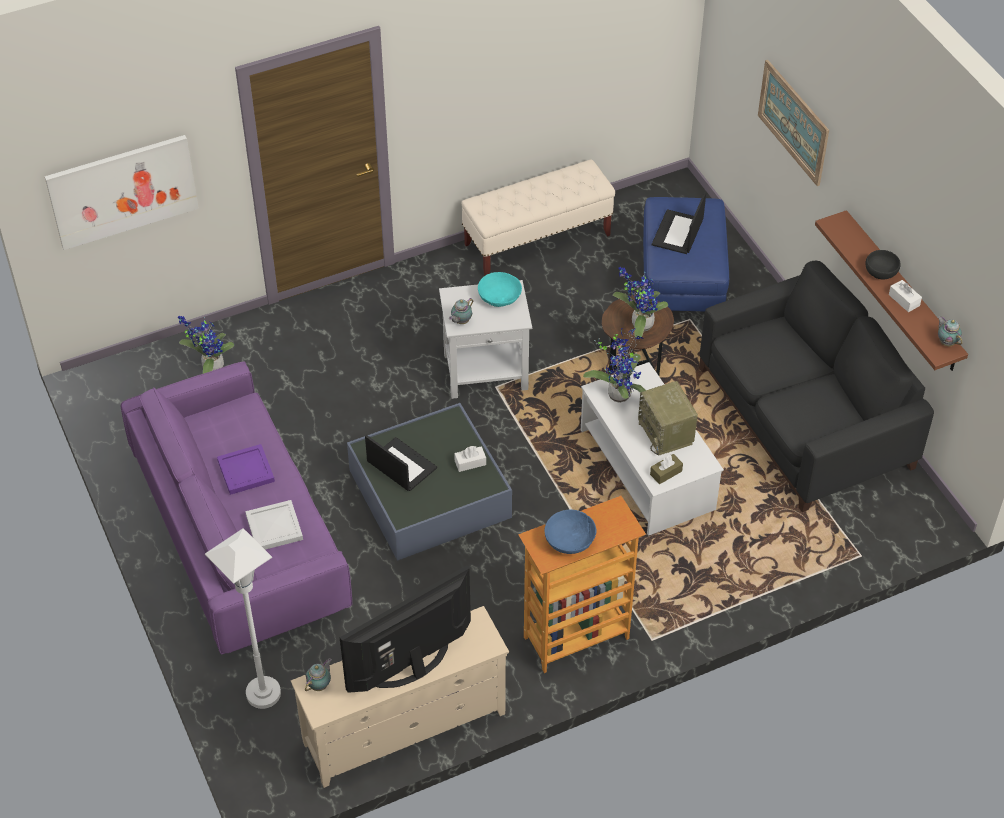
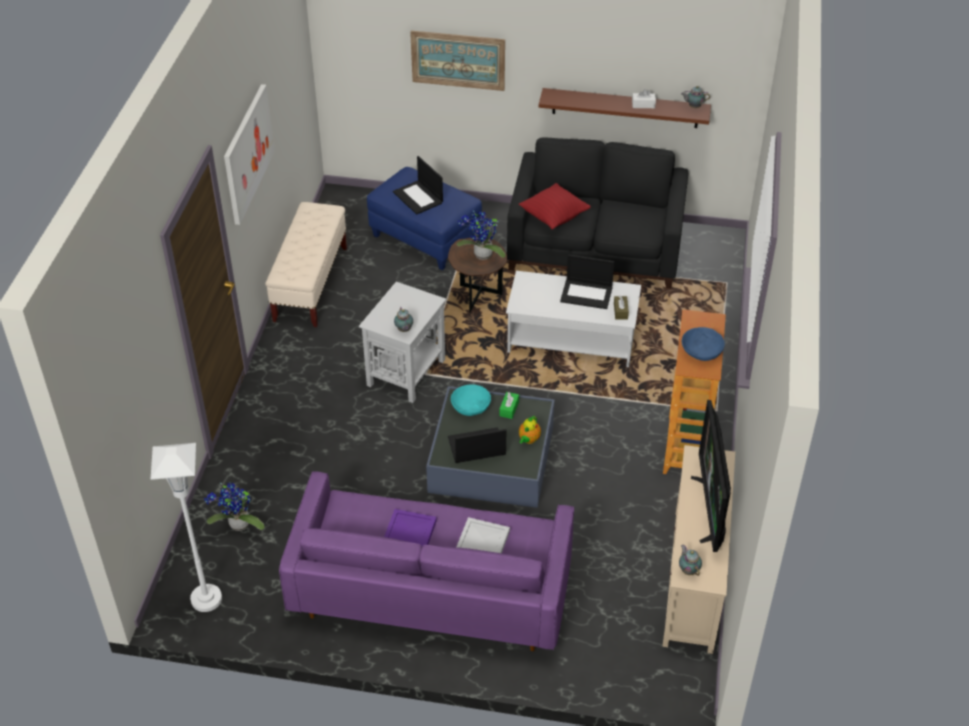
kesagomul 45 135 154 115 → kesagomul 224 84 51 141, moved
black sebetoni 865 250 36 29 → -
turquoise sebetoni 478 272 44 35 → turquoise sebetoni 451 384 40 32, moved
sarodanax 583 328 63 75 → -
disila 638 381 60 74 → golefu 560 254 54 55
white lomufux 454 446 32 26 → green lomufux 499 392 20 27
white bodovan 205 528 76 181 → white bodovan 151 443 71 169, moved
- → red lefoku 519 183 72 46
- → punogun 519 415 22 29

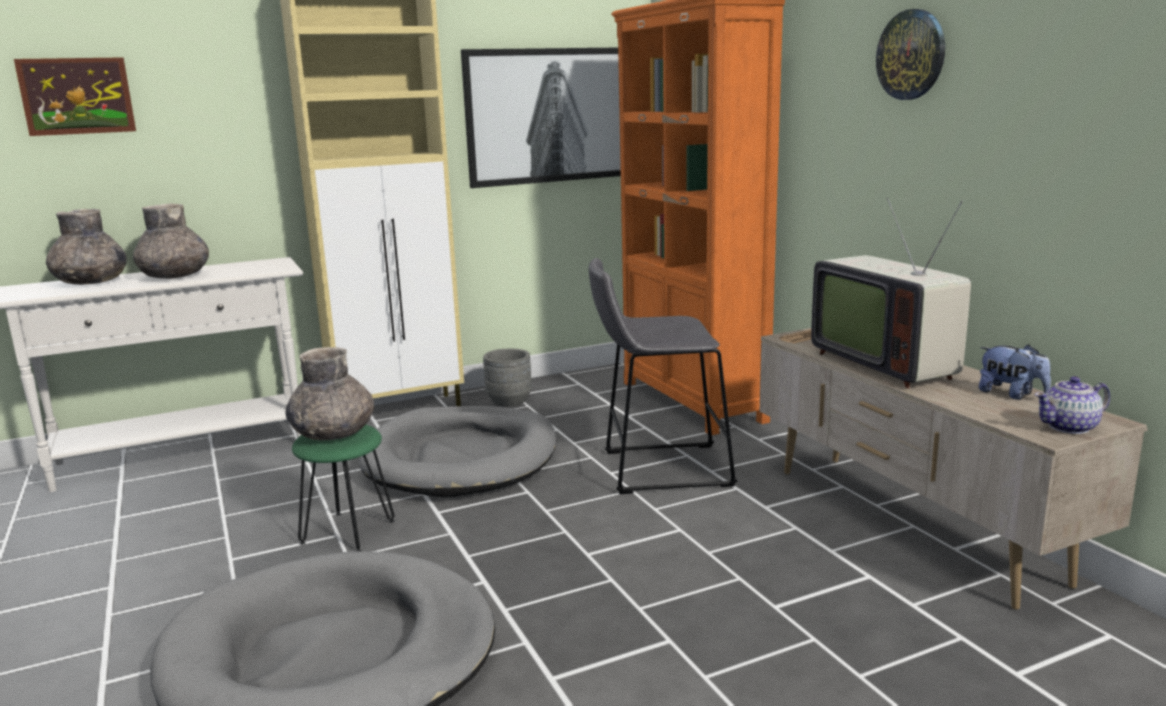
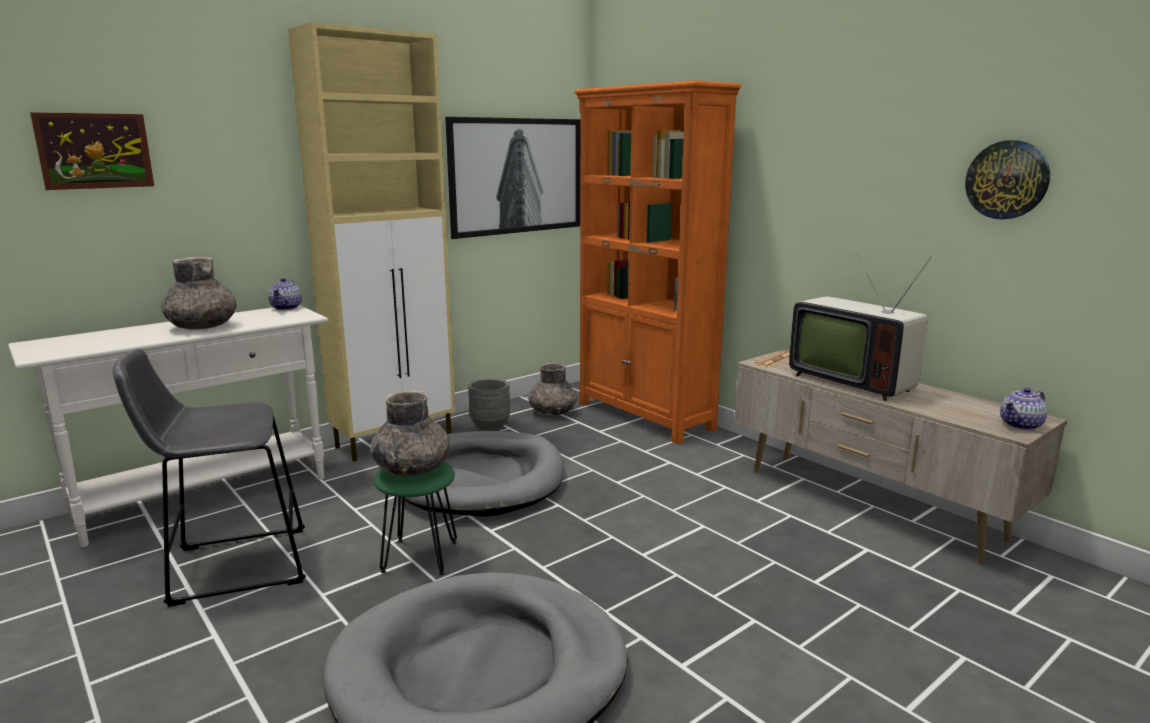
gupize 876 9 69 91 → gupize 965 140 85 80, moved
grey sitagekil 46 209 81 76 → grey sitagekil 528 363 49 52, moved
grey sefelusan 589 258 148 236 → grey sefelusan 113 349 193 258, moved
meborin 979 344 72 56 → -
- → punogun 268 278 34 32

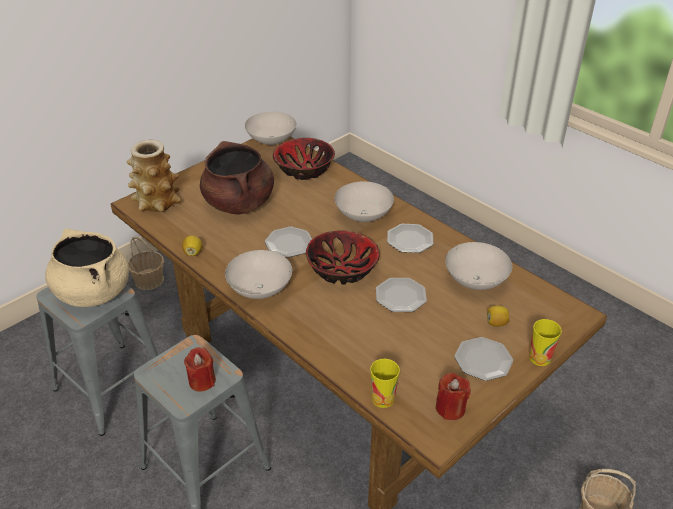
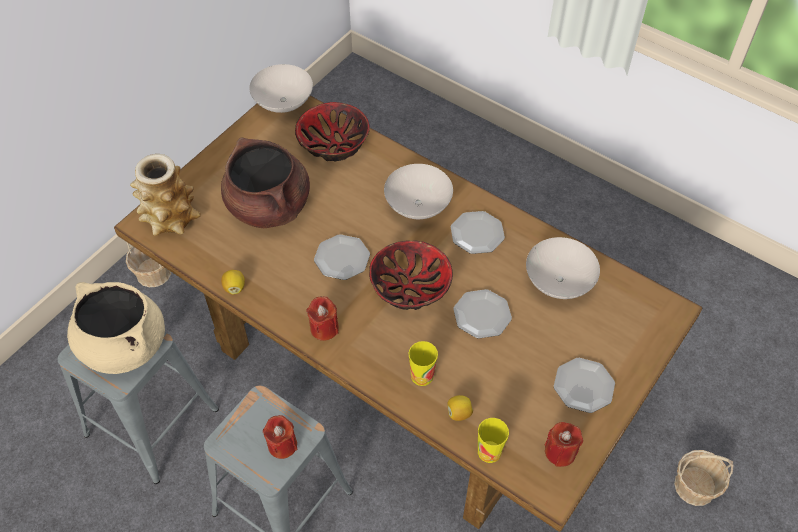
white sebetoni 225 250 67 49 → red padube 307 297 32 44
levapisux 487 305 23 22 → levapisux 447 395 26 26, moved
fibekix 529 319 33 47 → fibekix 408 341 30 45, moved

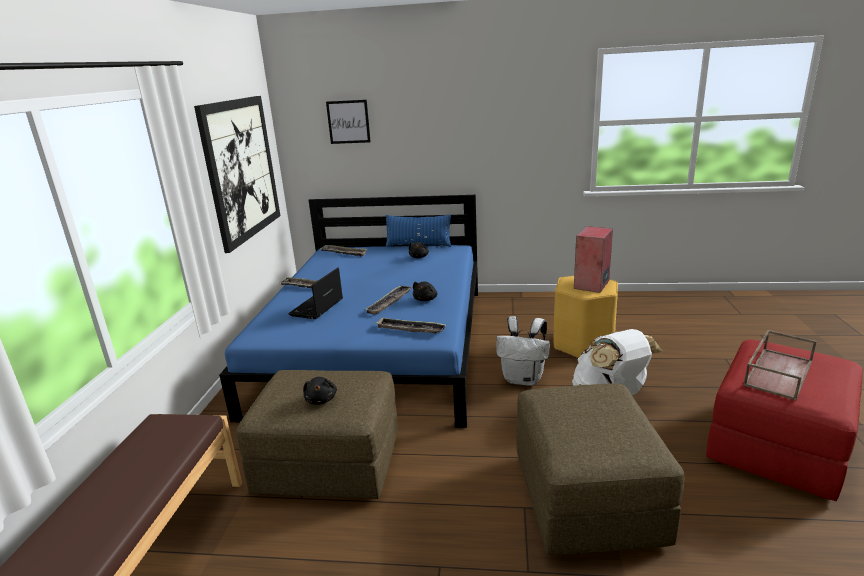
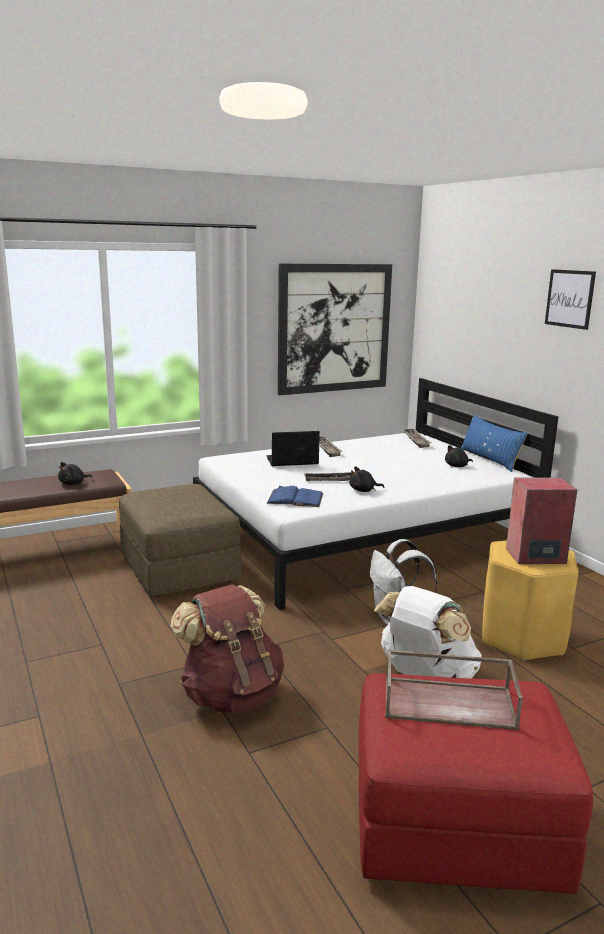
kesagomul 326 100 45 44 → kesagomul 545 269 51 61, moved
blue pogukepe 219 195 259 233 → white pogukepe 193 378 365 232
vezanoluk 375 317 71 17 → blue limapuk 267 486 56 21
black meborin 303 377 34 28 → black meborin 58 462 34 23, moved
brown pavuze 516 383 168 172 → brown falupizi 170 584 114 129

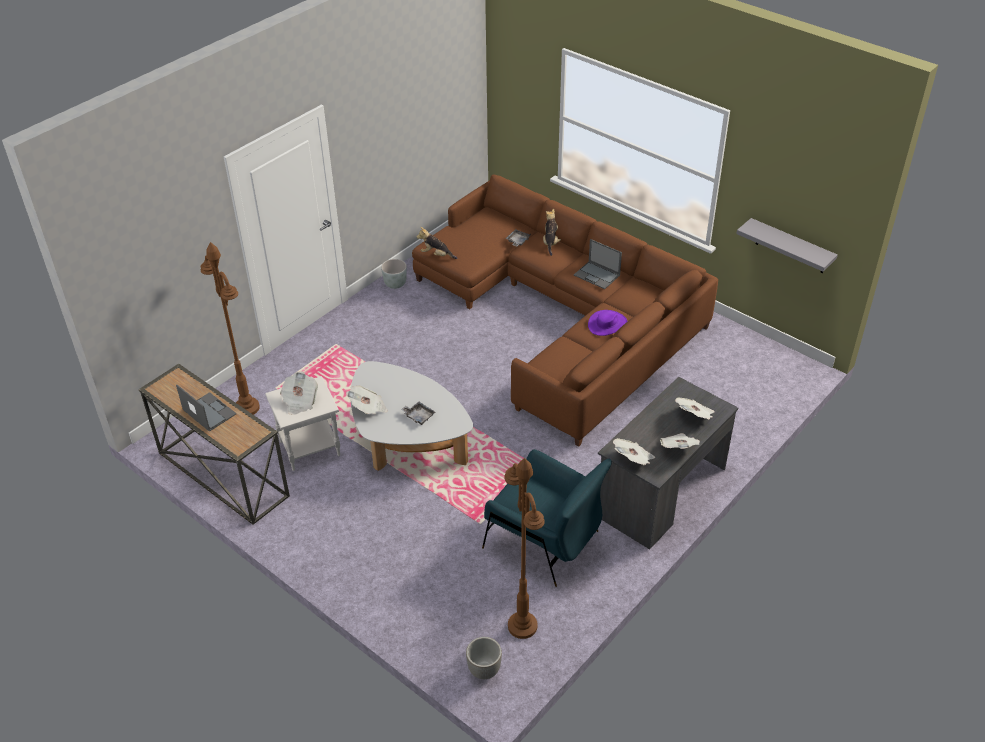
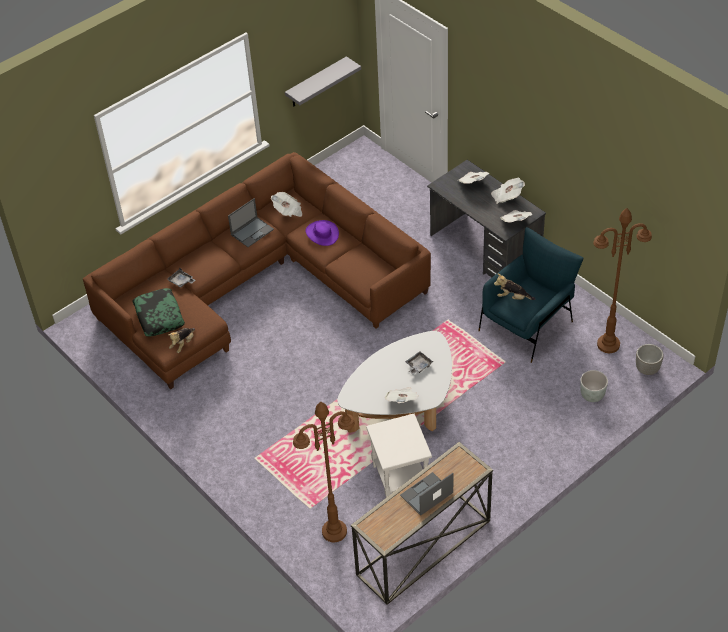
meborin 543 209 18 47 → meborin 494 274 41 26, moved
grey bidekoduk 381 259 26 30 → grey bidekoduk 580 370 28 32, moved
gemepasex 280 372 38 43 → gemepasex 271 192 31 25, moved
- → lefoku 132 288 53 49

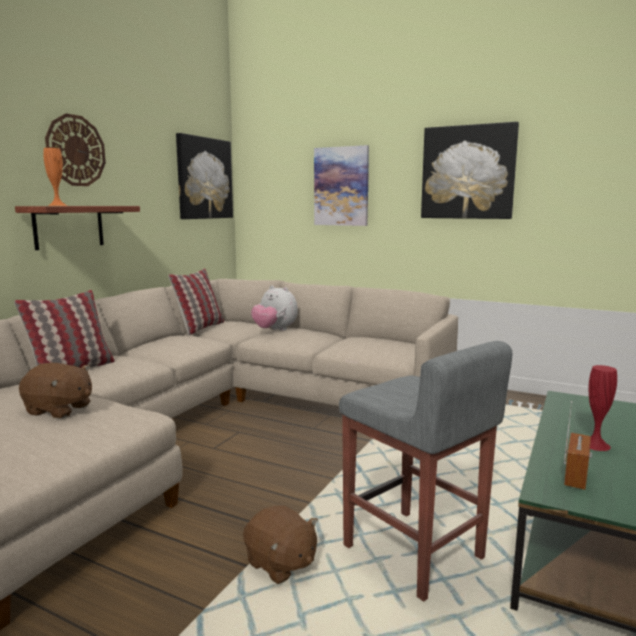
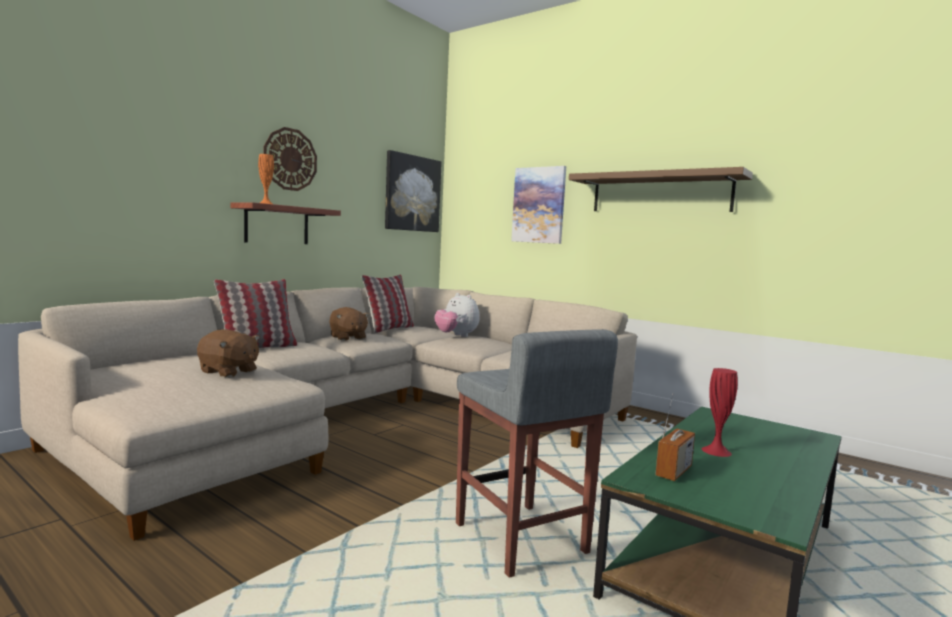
kesagomul 421 122 98 97 → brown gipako 569 167 184 45
brown meborin 243 505 75 79 → brown meborin 329 307 41 34, moved

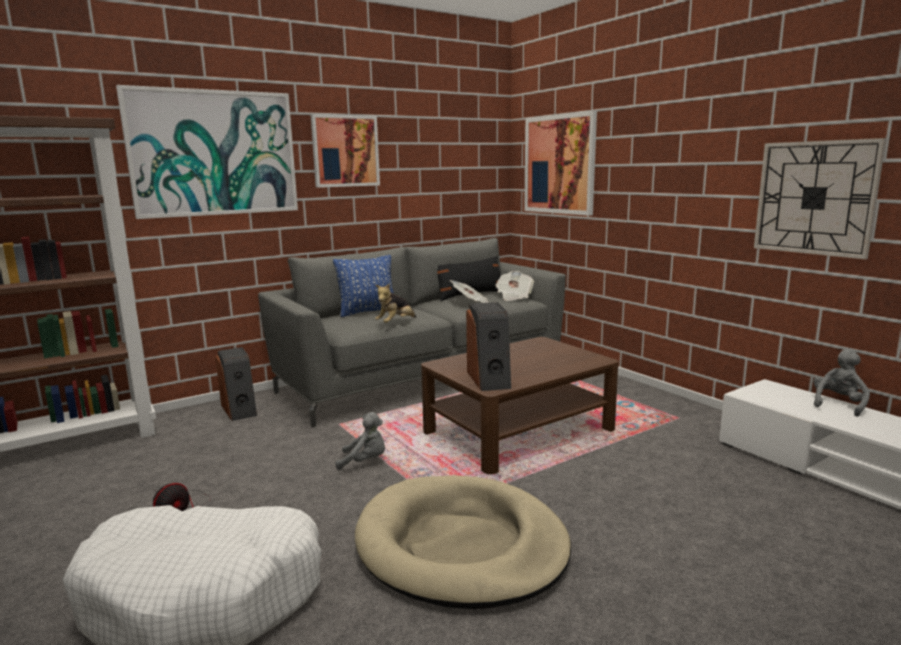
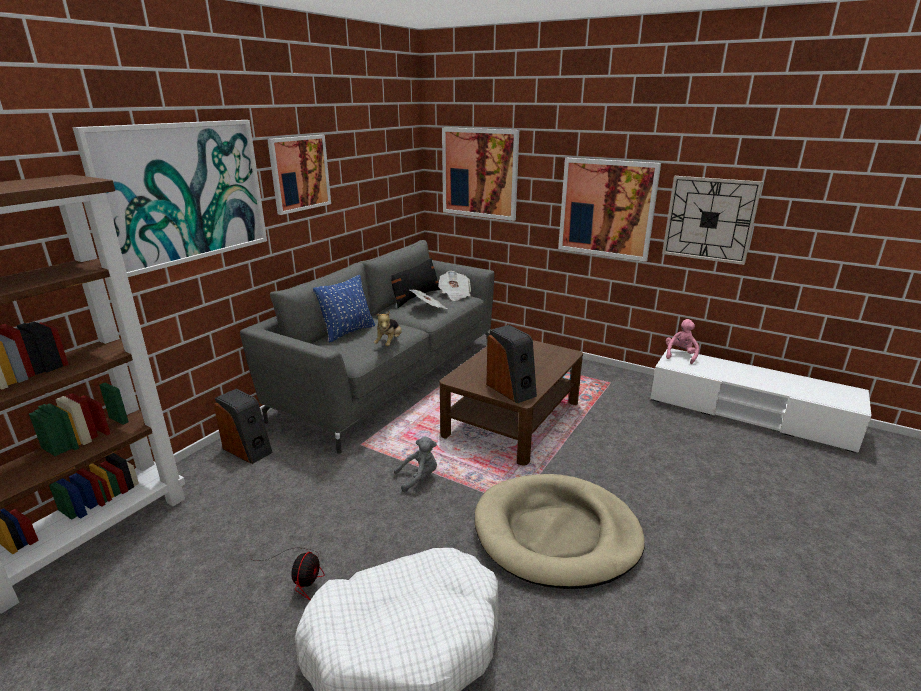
grey meborin 813 349 57 68 → -
- → kesagomul 558 158 103 104
- → pink meborin 666 319 34 45

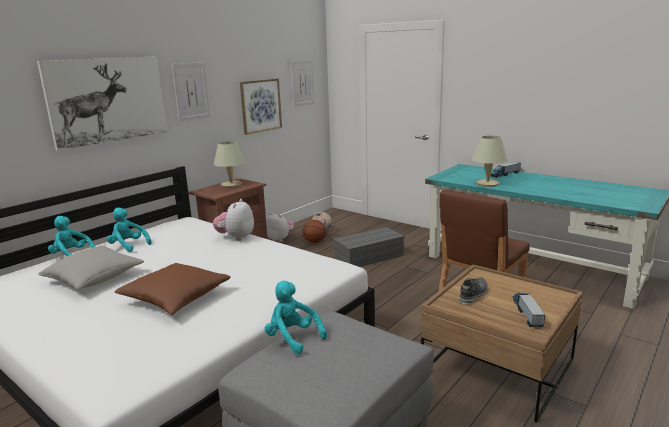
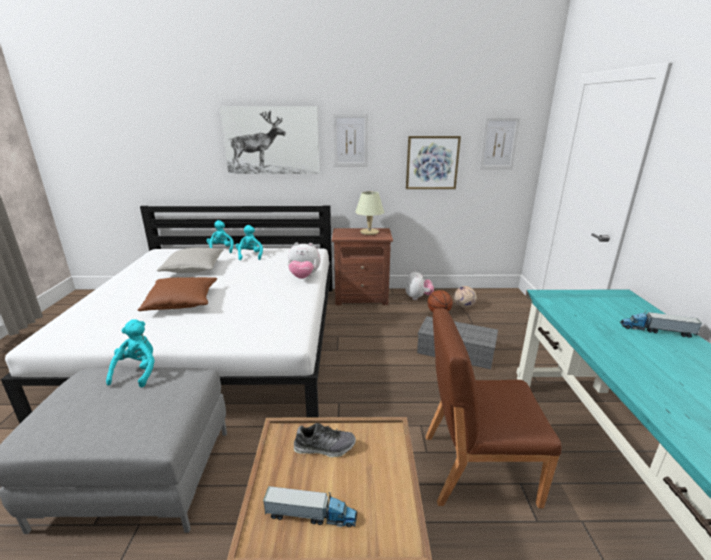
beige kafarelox 472 136 35 51 → -
meborin 213 199 41 42 → meborin 288 243 33 36, 150 degrees counterclockwise
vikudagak 513 293 32 34 → vikudagak 263 486 94 41, 45 degrees clockwise

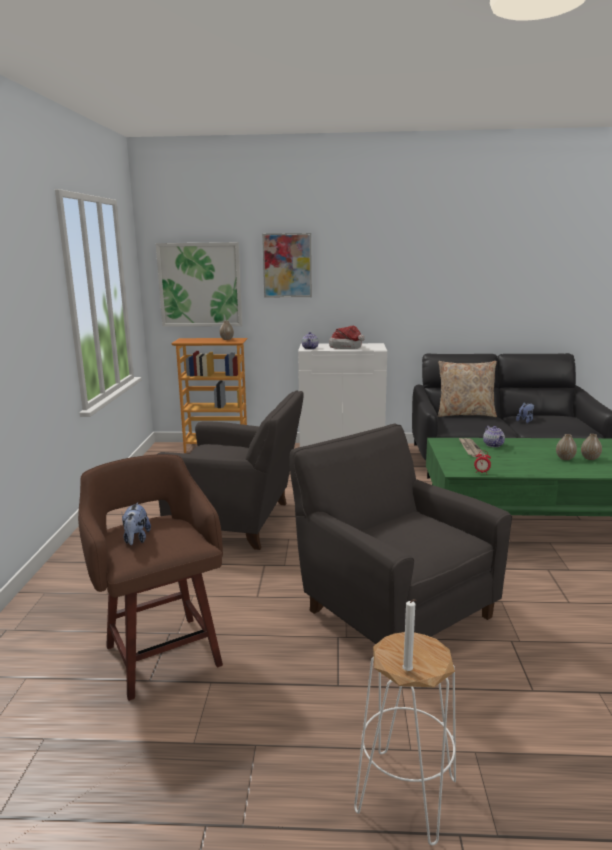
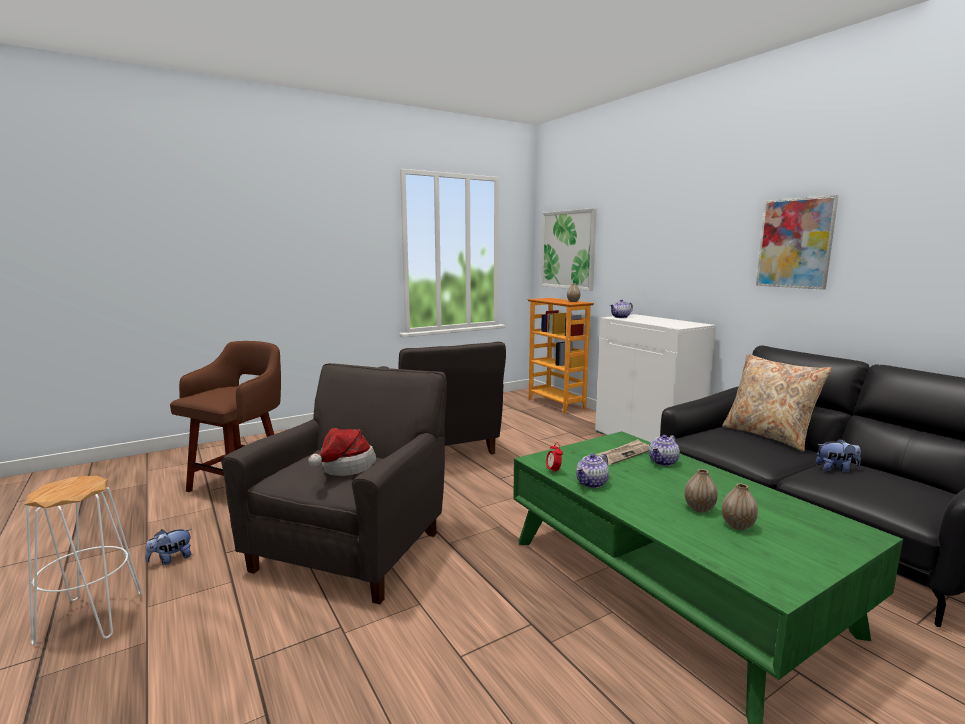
kesagomul 262 233 50 64 → kesagomul 756 195 83 95, moved
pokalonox 329 326 36 23 → pokalonox 308 428 68 48, moved
meborin 122 502 29 43 → meborin 145 529 47 36, moved
white padube 402 599 15 72 → -
- → punogun 576 454 33 34

